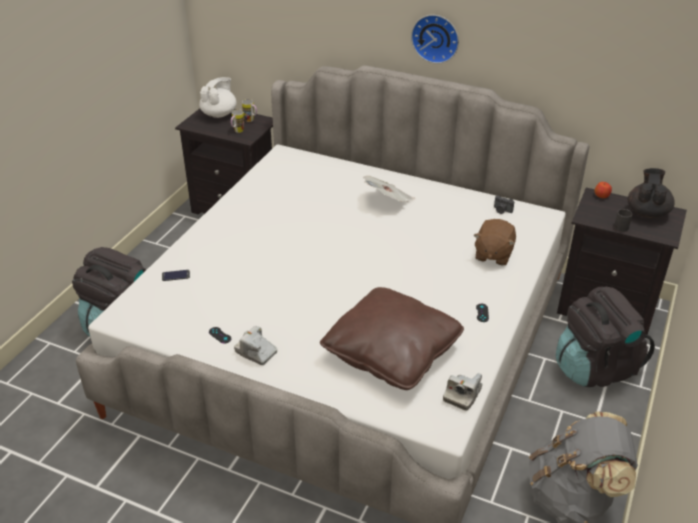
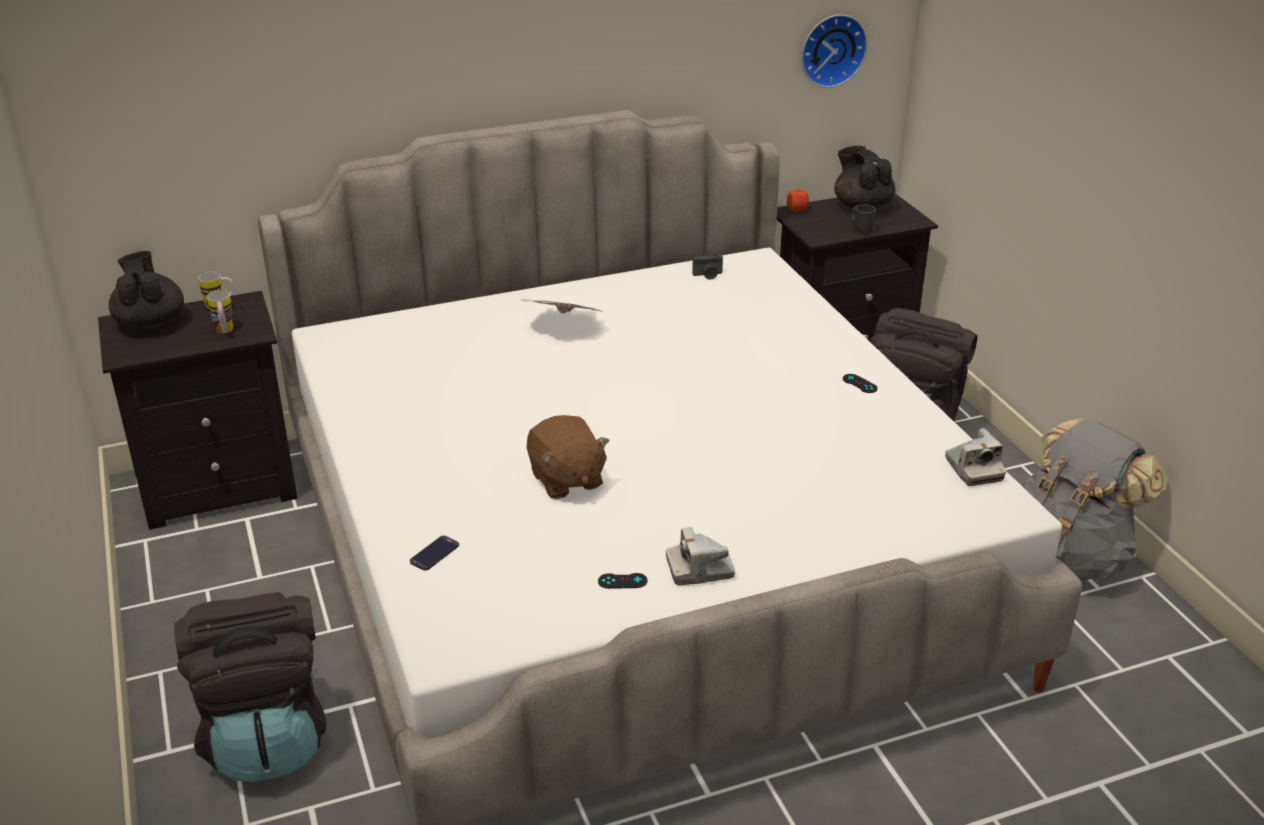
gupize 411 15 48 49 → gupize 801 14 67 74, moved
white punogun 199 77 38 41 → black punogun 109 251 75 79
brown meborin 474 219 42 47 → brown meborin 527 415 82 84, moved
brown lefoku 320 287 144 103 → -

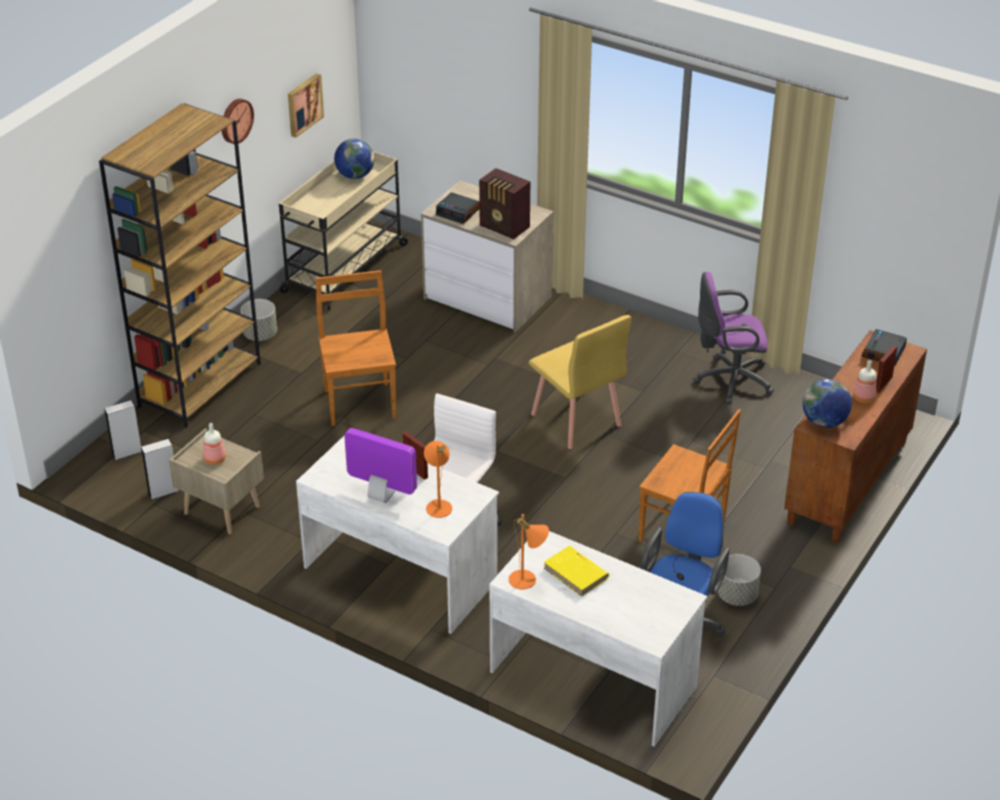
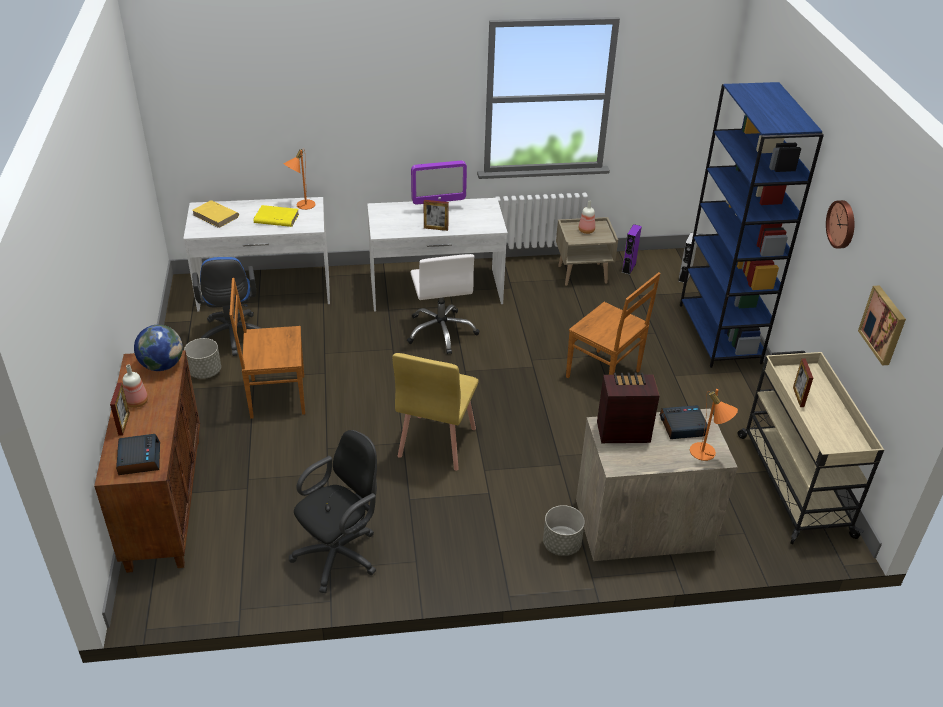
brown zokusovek 99 103 162 325 → blue zokusovek 680 82 144 286
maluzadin 334 139 40 40 → -
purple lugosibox 693 272 81 132 → black lugosibox 289 430 88 163
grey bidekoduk 241 299 36 42 → grey bidekoduk 543 505 42 51, moved
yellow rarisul 529 315 102 134 → yellow rarisul 392 353 87 118, 90 degrees counterclockwise
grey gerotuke 141 439 38 61 → purple gerotuke 622 224 20 51
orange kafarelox 424 441 28 77 → orange kafarelox 690 389 48 72, moved
- → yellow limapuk 193 200 46 28
- → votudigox 793 359 20 48

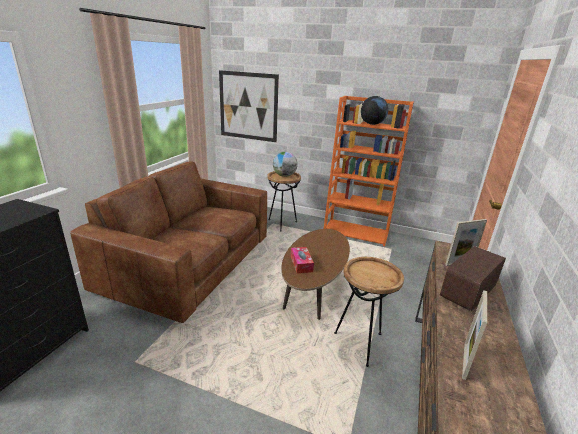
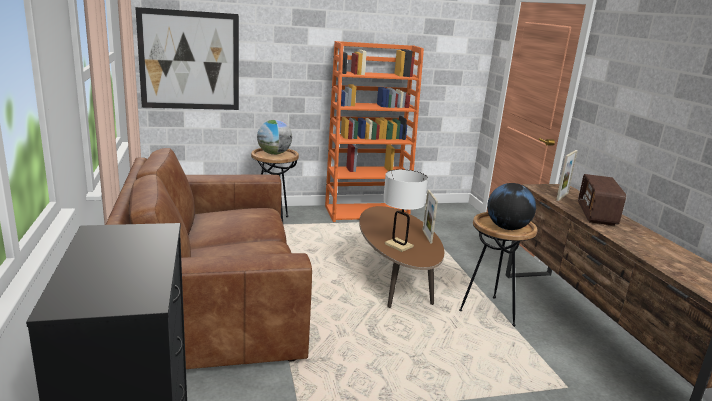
maluzadin 361 96 27 29 → maluzadin 487 183 49 47, moved
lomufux 291 247 23 26 → white kafarelox 383 169 45 83
votudigox 462 290 25 90 → votudigox 423 190 15 53, moved

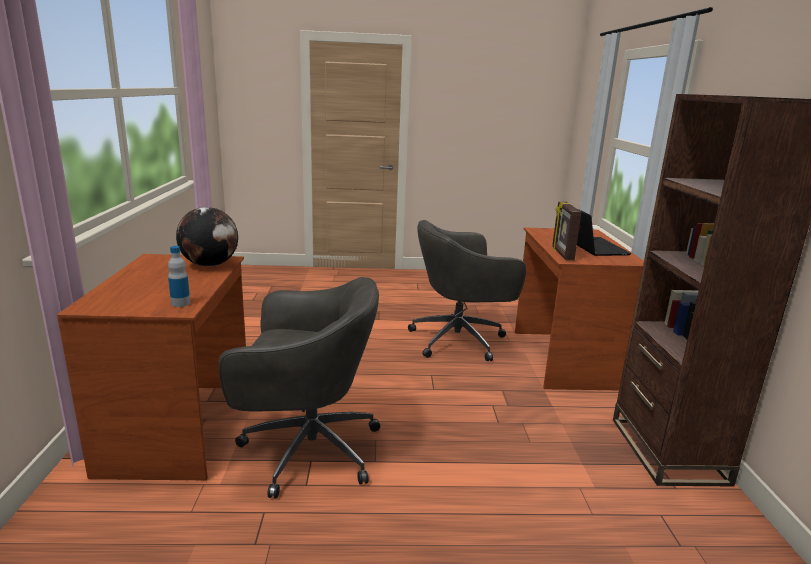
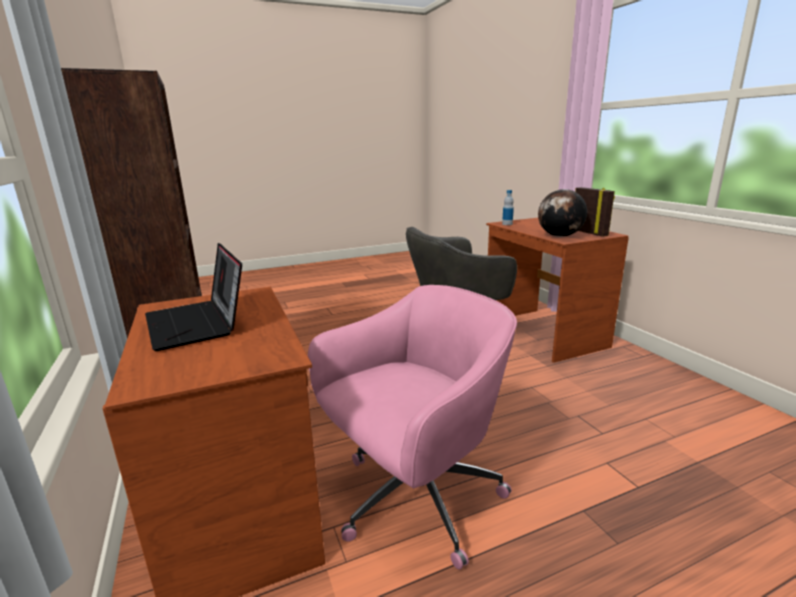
votudigox 552 202 30 58 → votudigox 575 187 40 50, moved
grey lugosibox 408 220 118 141 → pink lugosibox 308 285 209 284

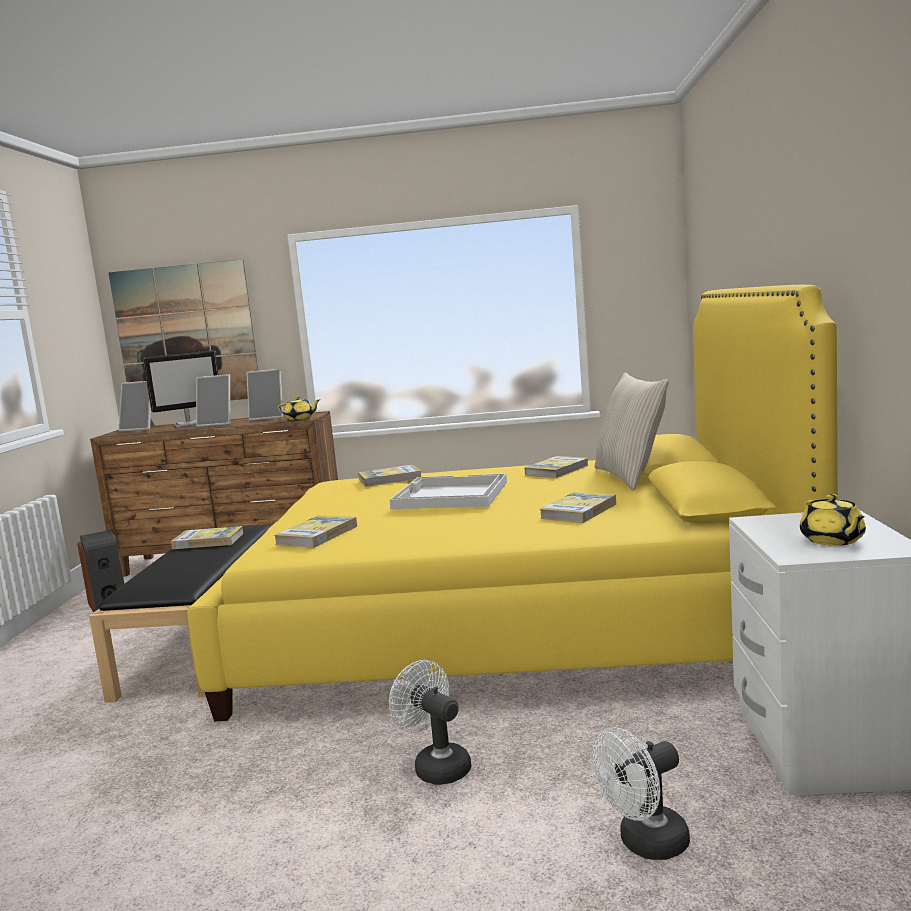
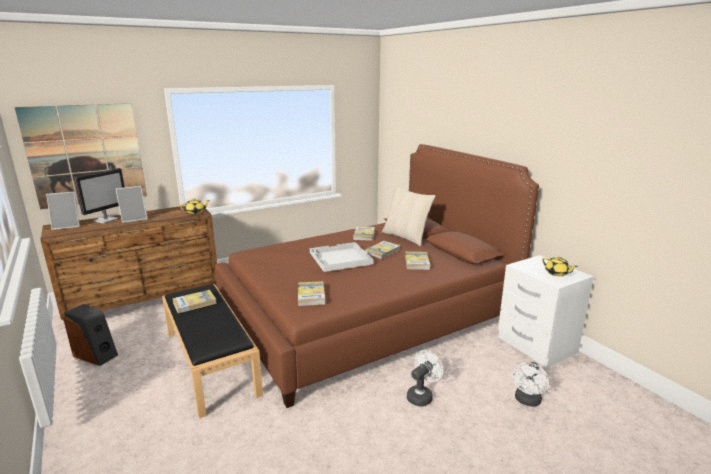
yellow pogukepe 187 285 651 436 → brown pogukepe 215 144 324 264
votudigox 246 369 37 52 → -
limapuk 358 465 63 22 → limapuk 365 241 36 18, moved
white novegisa 389 660 82 125 → white novegisa 407 350 36 57, 120 degrees clockwise

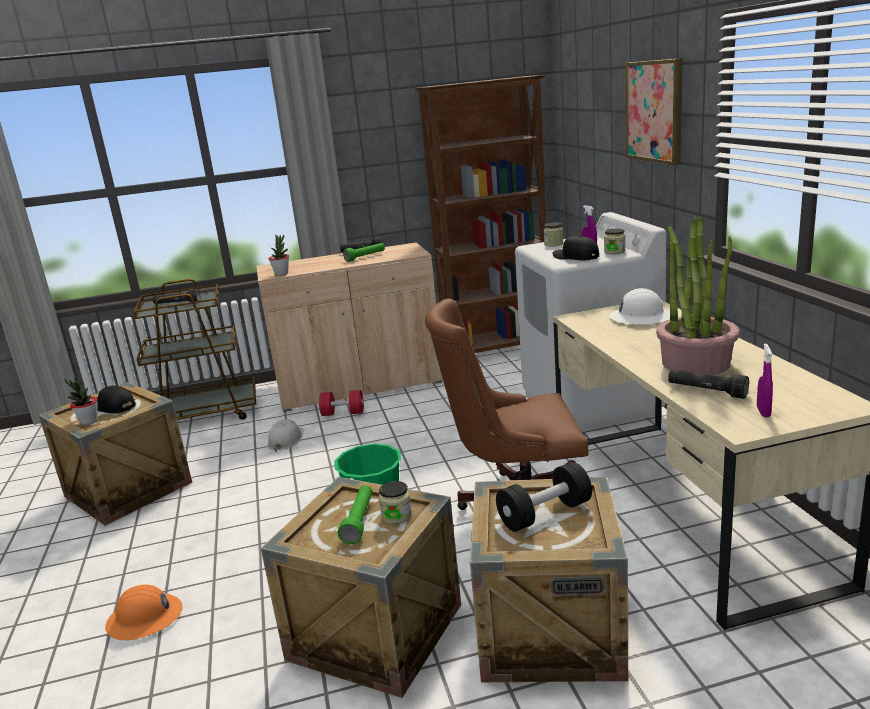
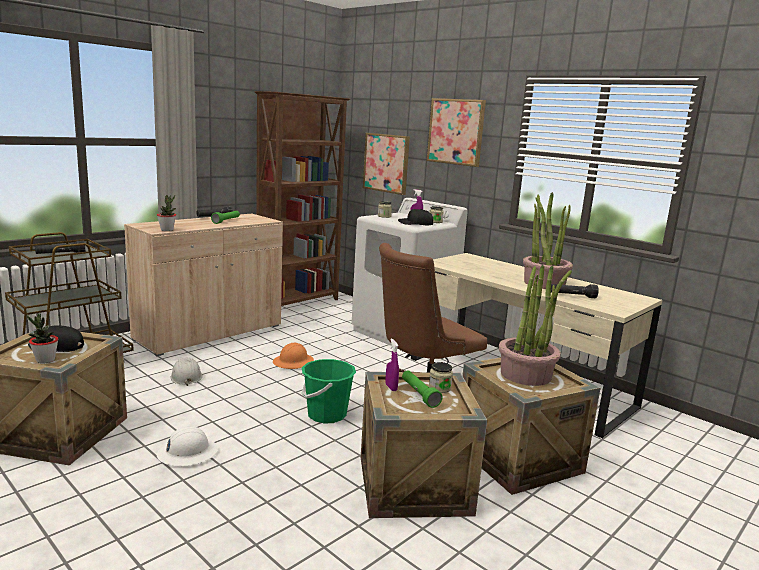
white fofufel 609 288 61 37 → white fofufel 157 426 61 40, moved
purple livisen 757 343 16 74 → purple livisen 386 338 13 53, moved
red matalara 319 390 45 26 → -
black matalara 496 462 96 70 → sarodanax 499 265 73 121
orange fofufel 105 585 78 55 → orange fofufel 273 343 41 26, moved
- → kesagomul 363 133 47 62

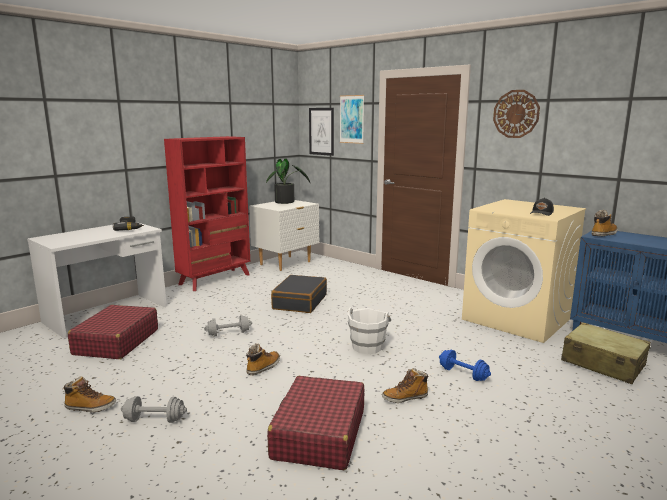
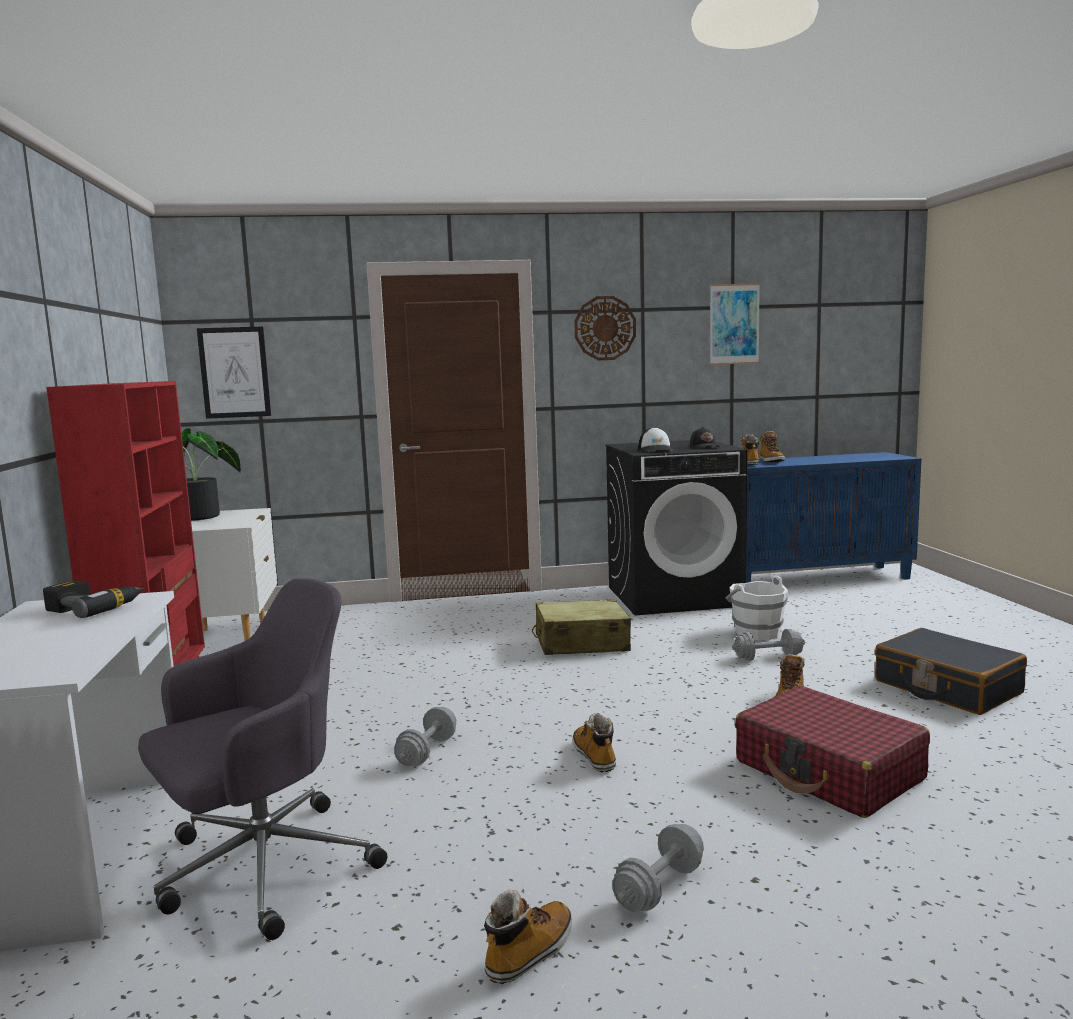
kesagomul 340 95 24 49 → kesagomul 710 284 50 81, moved
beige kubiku 462 199 124 144 → black kubiku 605 440 142 176
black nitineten 271 275 56 38 → black nitineten 875 628 152 87, moved
red nitineten 68 305 90 54 → grey lugosibox 138 578 249 362
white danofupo 348 307 43 47 → white danofupo 726 576 62 64, moved
beige nitineten 561 322 90 62 → beige nitineten 532 600 99 55, moved
blue matalara 439 350 52 31 → grey matalara 732 629 73 32
- → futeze 638 427 36 26
- → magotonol 760 431 25 31

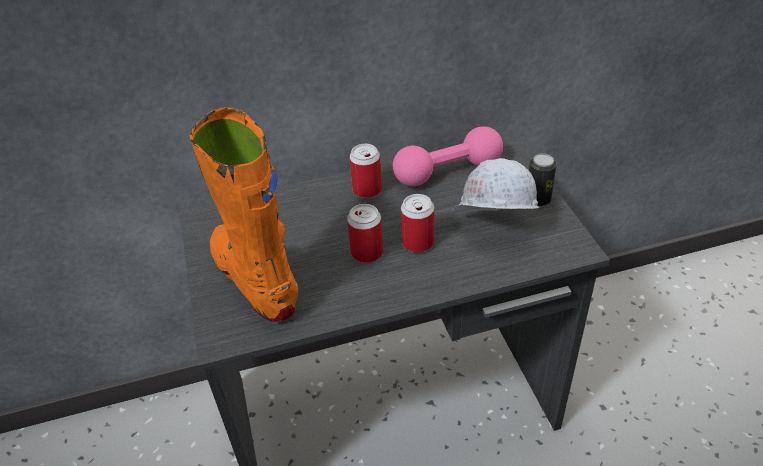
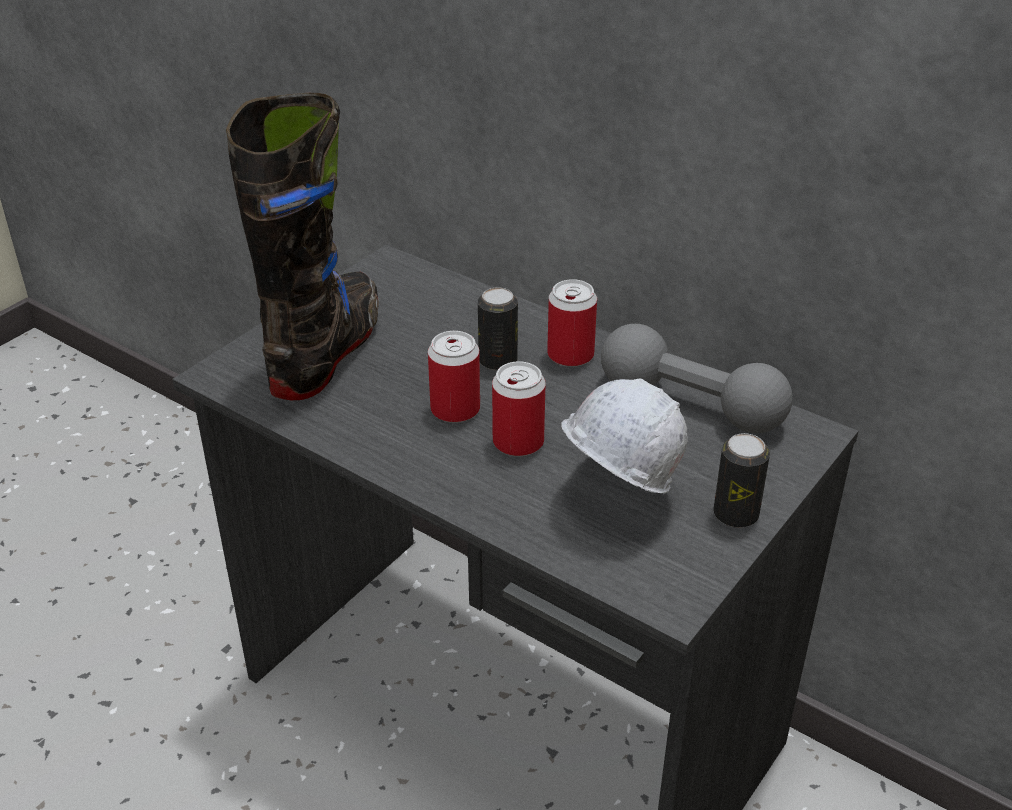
orange magotonol 190 107 108 215 → black magotonol 226 93 153 307
pink matalara 393 126 110 60 → grey matalara 601 324 192 109
- → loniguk 478 287 40 84

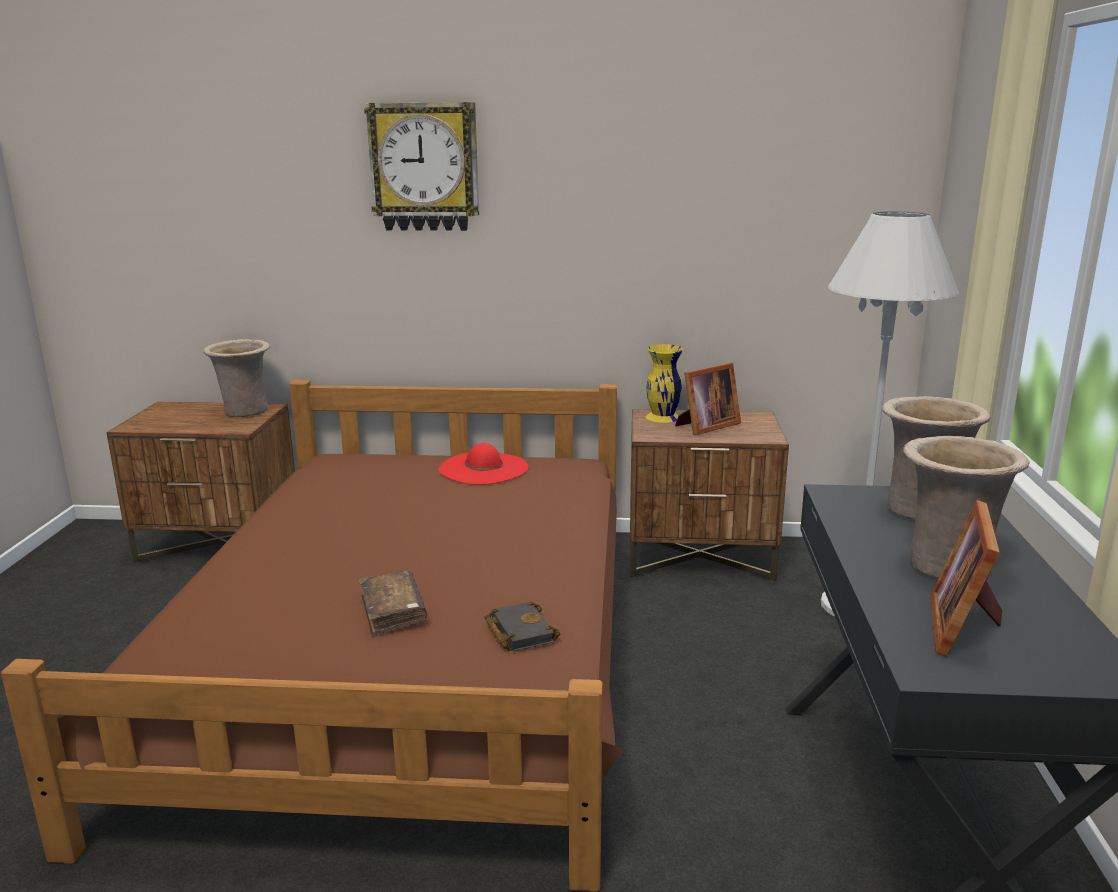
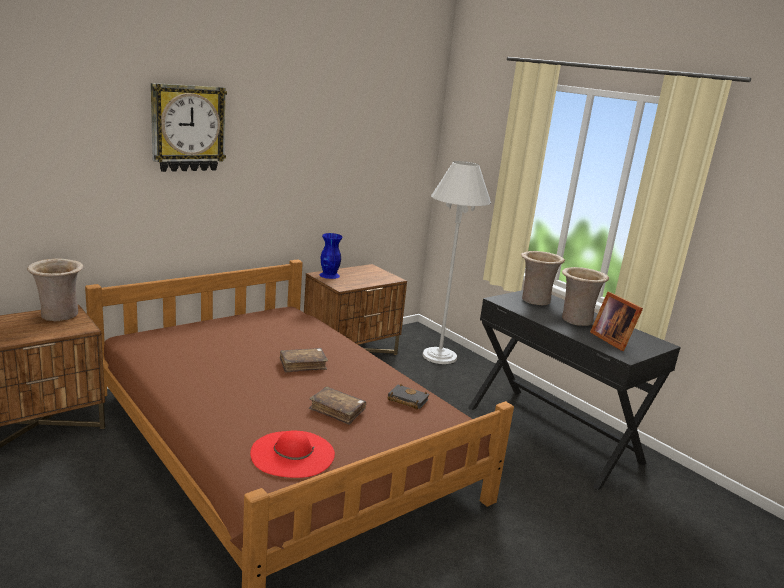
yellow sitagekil 646 344 37 79 → blue sitagekil 320 233 23 46
votudigox 675 363 66 72 → -
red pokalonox 438 443 91 42 → red pokalonox 250 430 85 48, moved
- → brown limapuk 280 348 48 24

